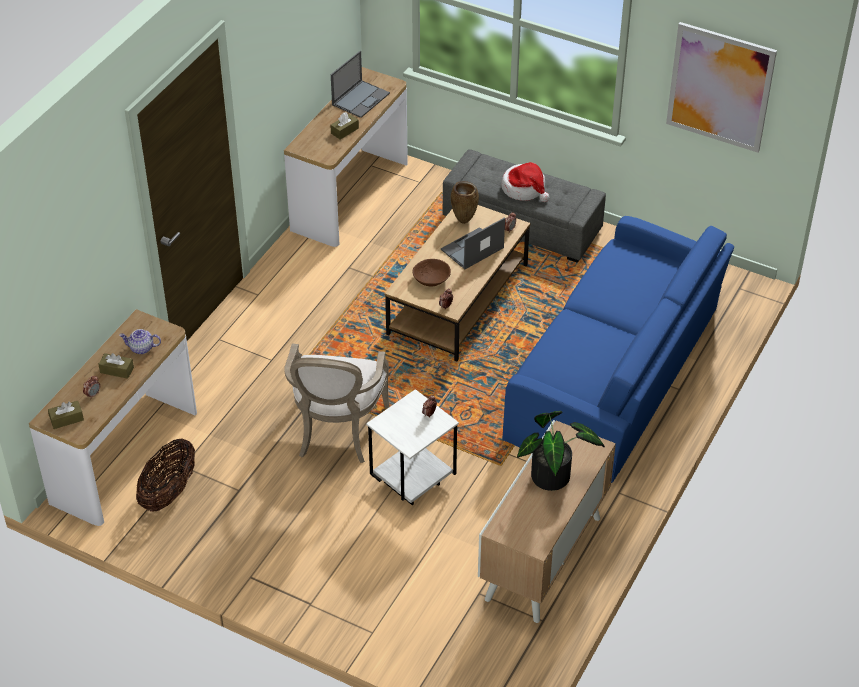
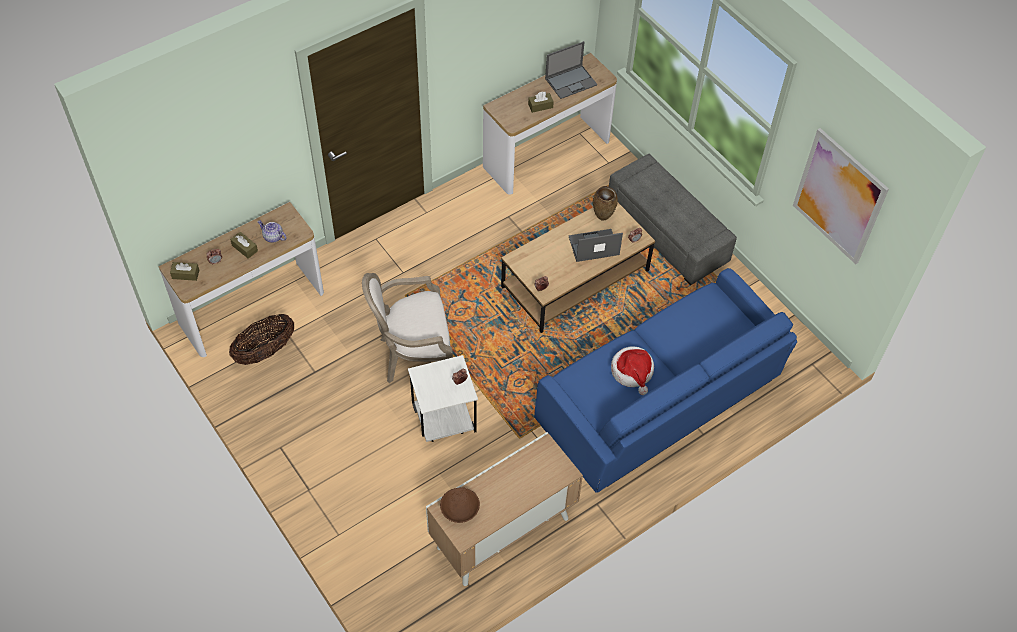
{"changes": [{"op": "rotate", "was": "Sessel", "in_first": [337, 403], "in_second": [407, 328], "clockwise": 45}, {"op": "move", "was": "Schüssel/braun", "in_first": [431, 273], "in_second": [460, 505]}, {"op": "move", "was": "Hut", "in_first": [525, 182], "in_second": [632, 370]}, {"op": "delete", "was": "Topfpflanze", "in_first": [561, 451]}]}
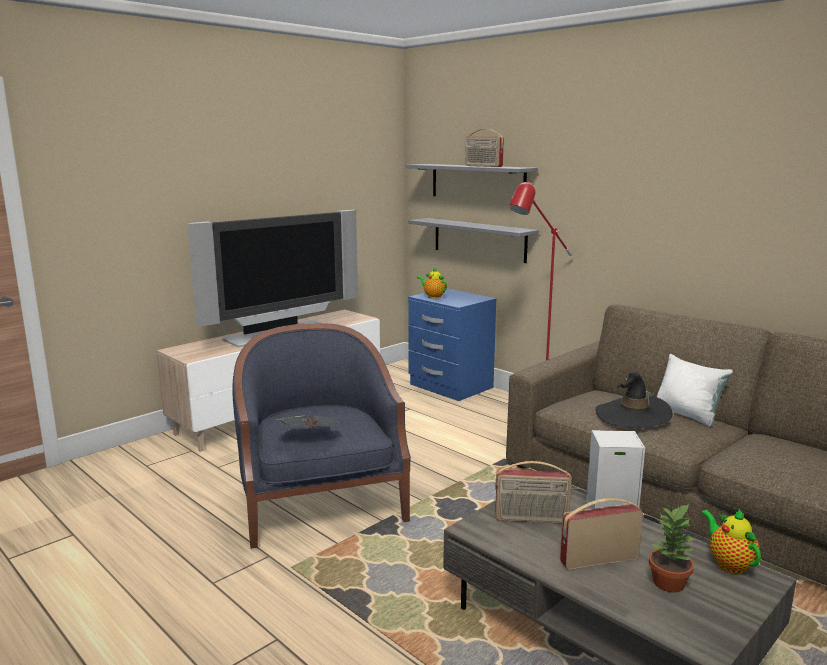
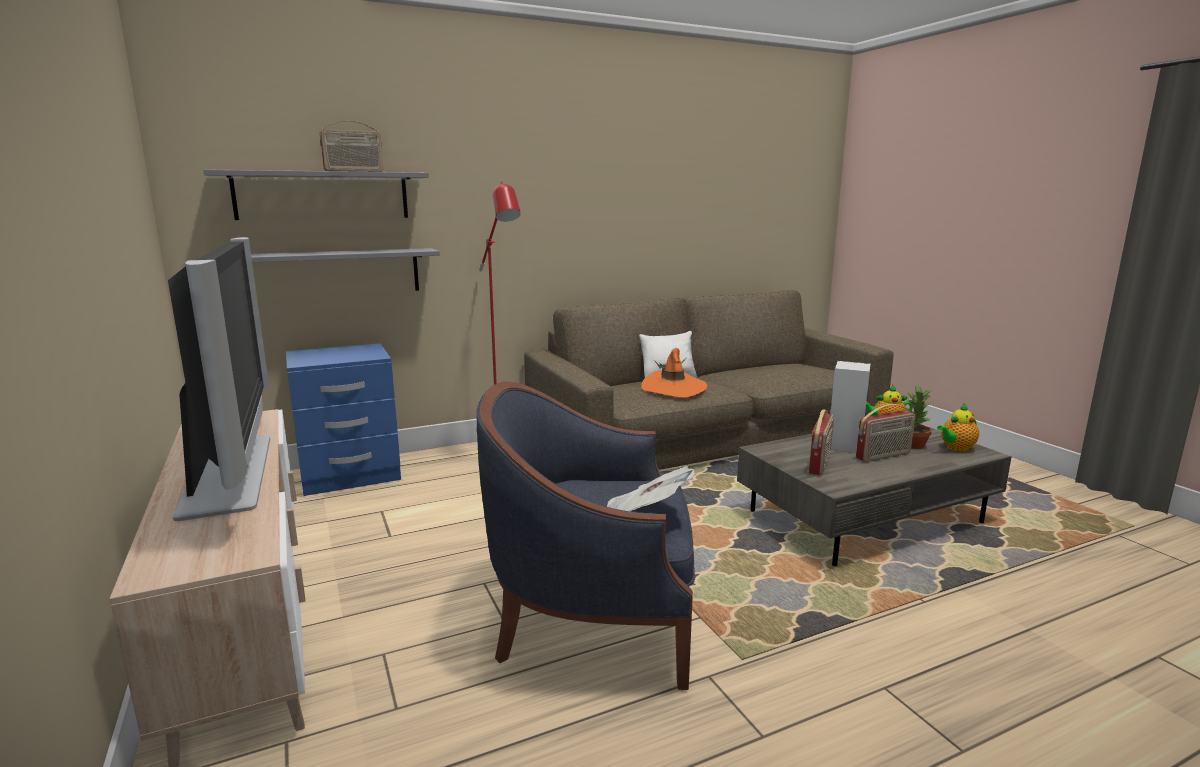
{"changes": [{"op": "recolor", "was": "Hut/schwarz", "now": "Hut/orange", "in_first": [633, 400], "in_second": [674, 372]}, {"op": "rotate", "was": "Radio", "in_first": [601, 534], "in_second": [885, 433], "clockwise": -120}, {"op": "move", "was": "Teekanne", "in_first": [432, 282], "in_second": [958, 428]}]}
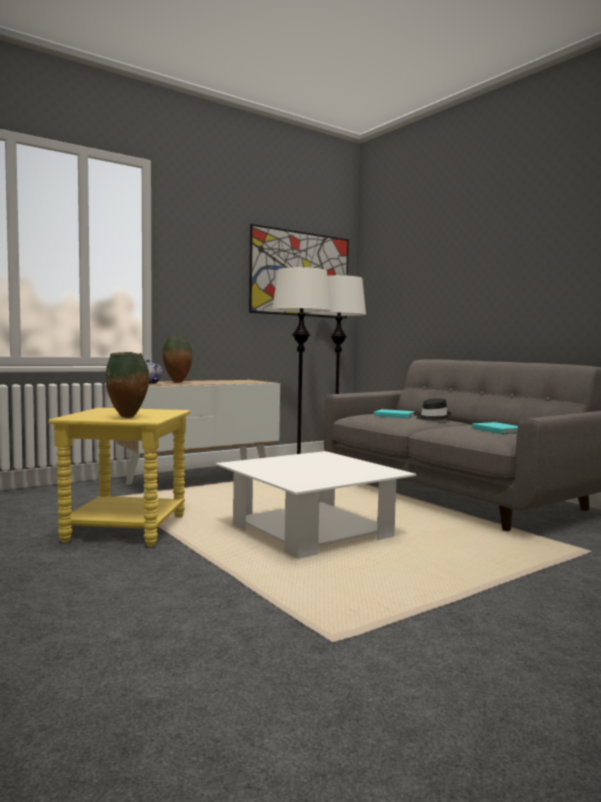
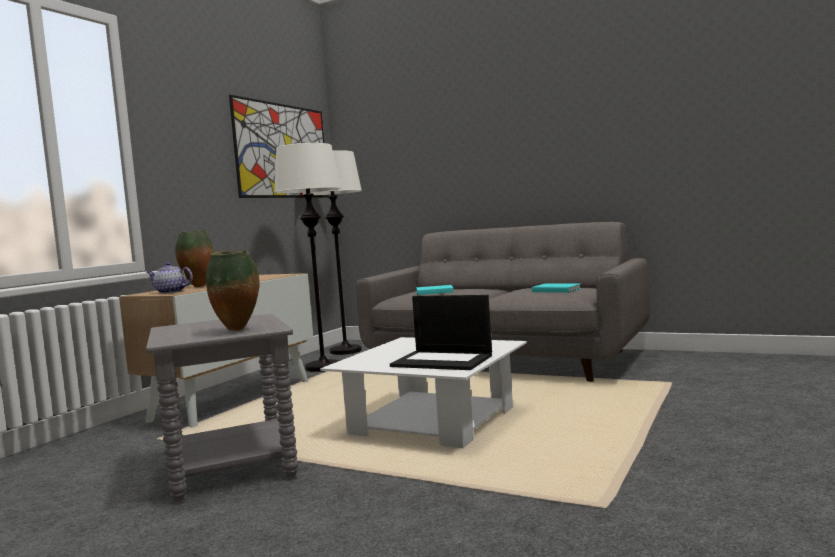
{"changes": [{"op": "recolor", "was": "Beistelltisch/gelb", "now": "Beistelltisch/grau", "in_first": [119, 477], "in_second": [222, 408]}, {"op": "insert", "now": "Laptop", "in_second": [441, 332]}, {"op": "delete", "was": "Hut/schwarz", "in_first": [433, 409]}]}
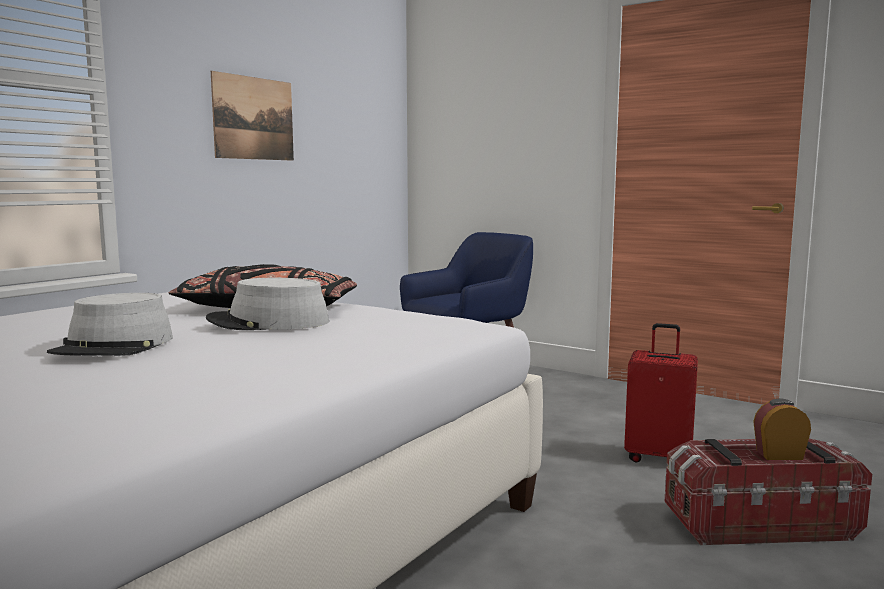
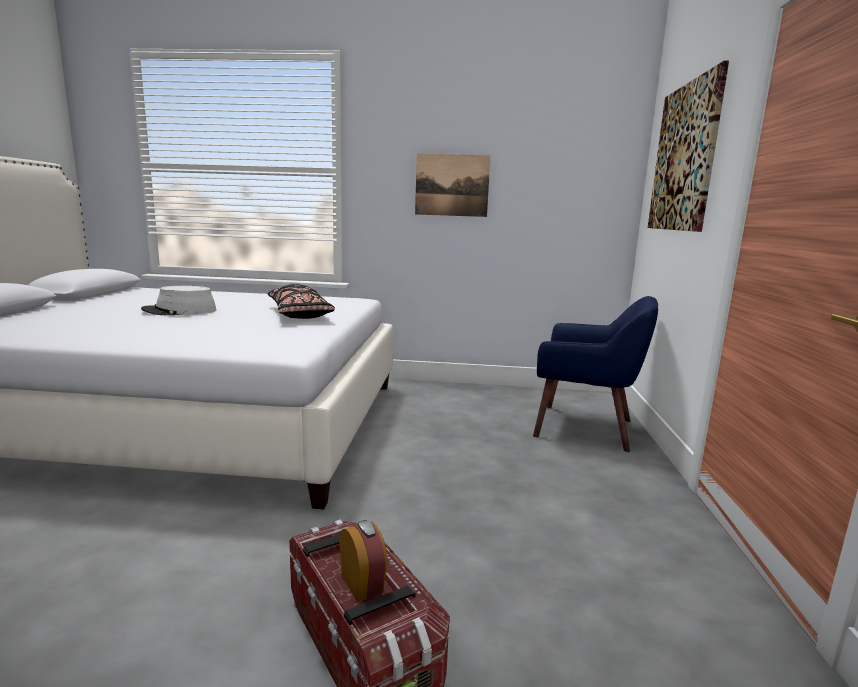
{"changes": [{"op": "insert", "now": "Bild", "in_second": [688, 146]}, {"op": "delete", "was": "Hut/grau", "in_first": [267, 304]}, {"op": "delete", "was": "Koffer/rot", "in_first": [661, 392]}]}
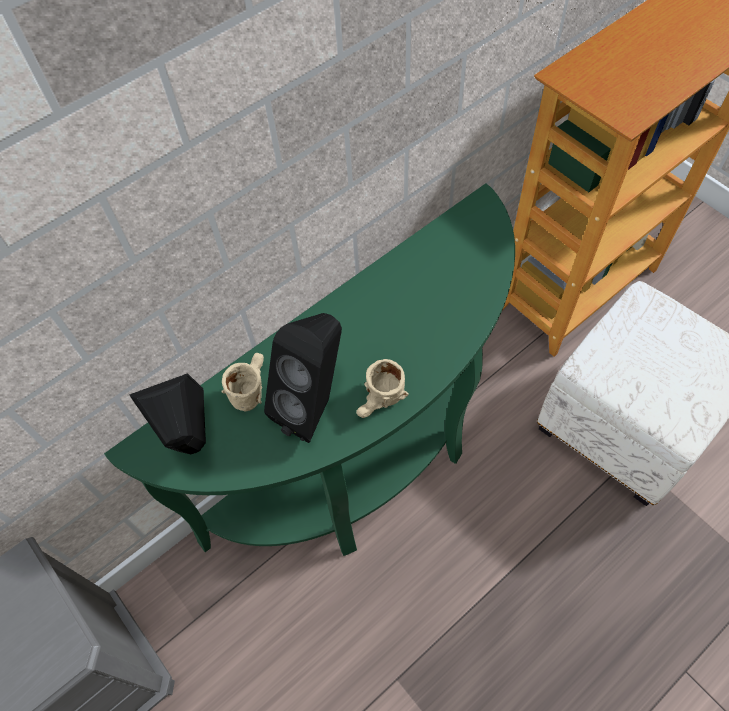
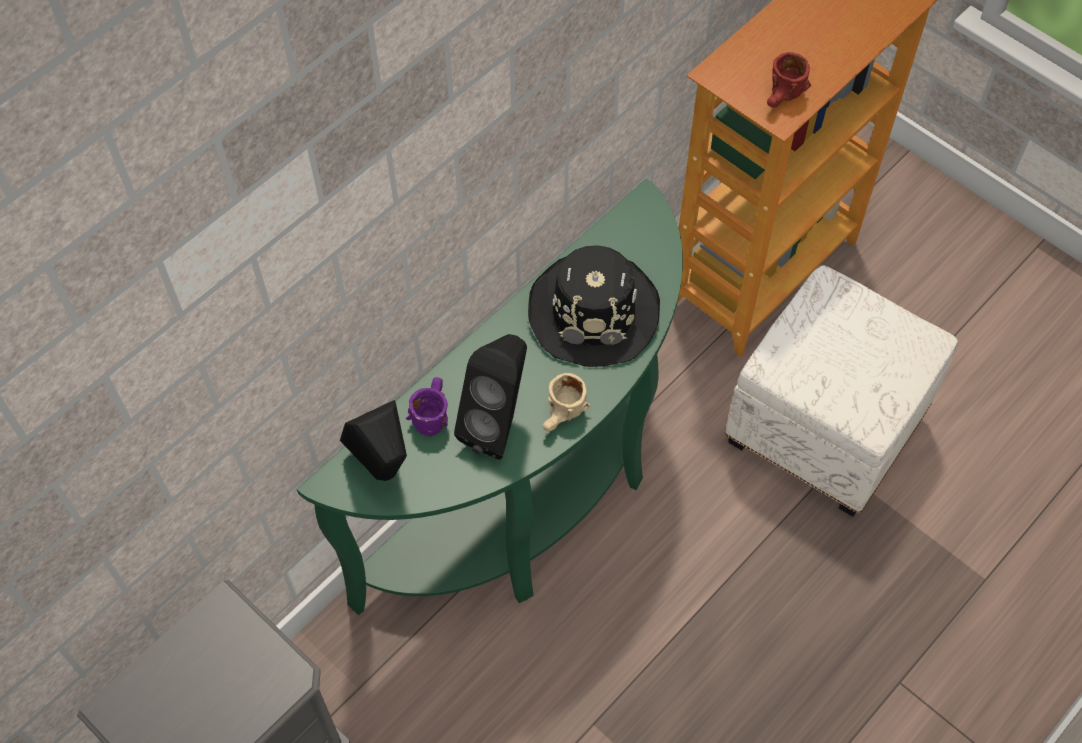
{"changes": [{"op": "recolor", "was": "Henkelbecher/beige", "now": "Henkelbecher/lila", "in_first": [242, 382], "in_second": [427, 406]}, {"op": "insert", "now": "Hut/schwarz", "in_second": [594, 306]}, {"op": "insert", "now": "Henkelbecher/rot", "in_second": [789, 79]}]}
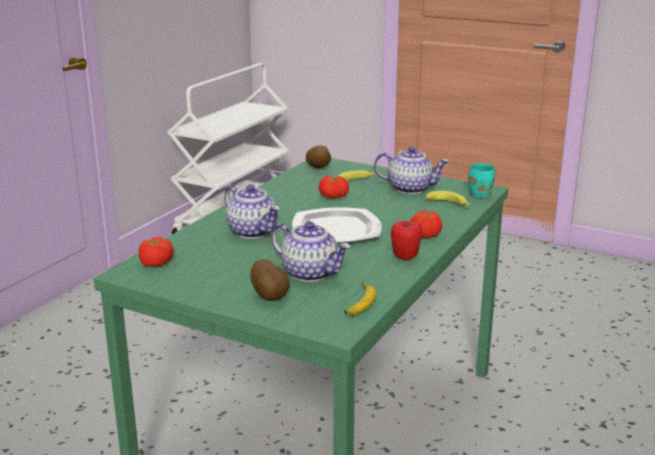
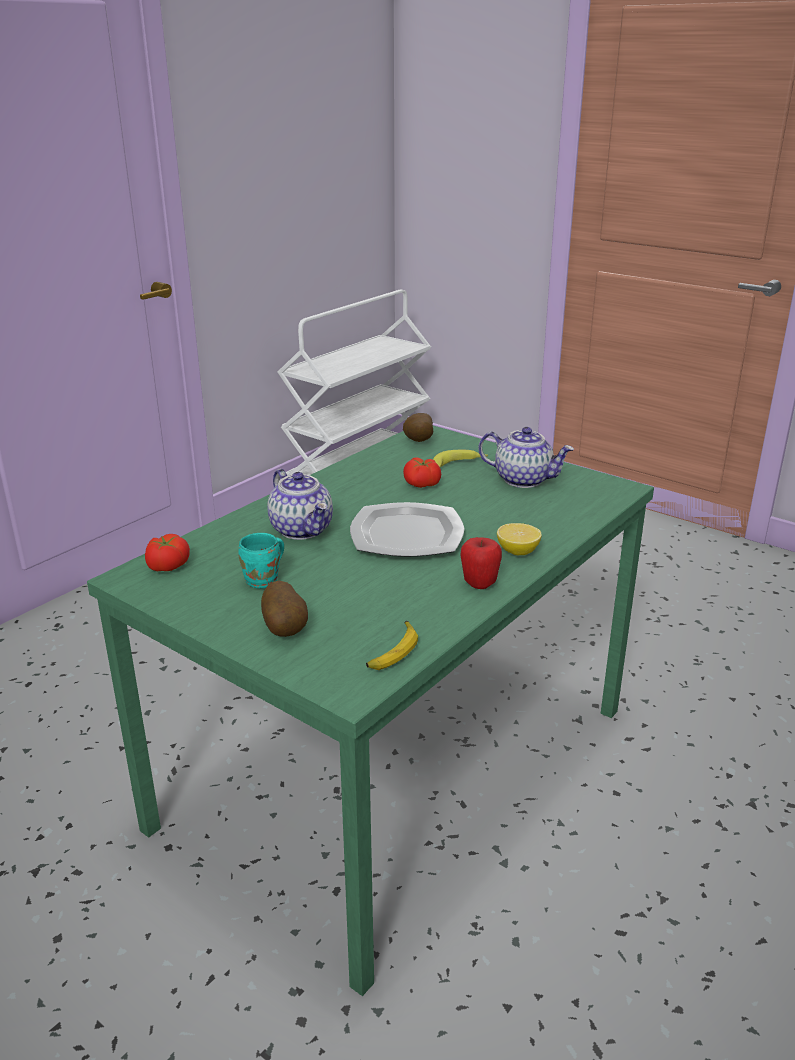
{"changes": [{"op": "move", "was": "Henkelbecher/türkis", "in_first": [481, 180], "in_second": [261, 561]}, {"op": "replace", "was": "Tomate", "now": "Zitrone", "in_first": [426, 224], "in_second": [519, 539]}, {"op": "delete", "was": "Teekanne", "in_first": [310, 251]}, {"op": "delete", "was": "Banane", "in_first": [448, 198]}]}
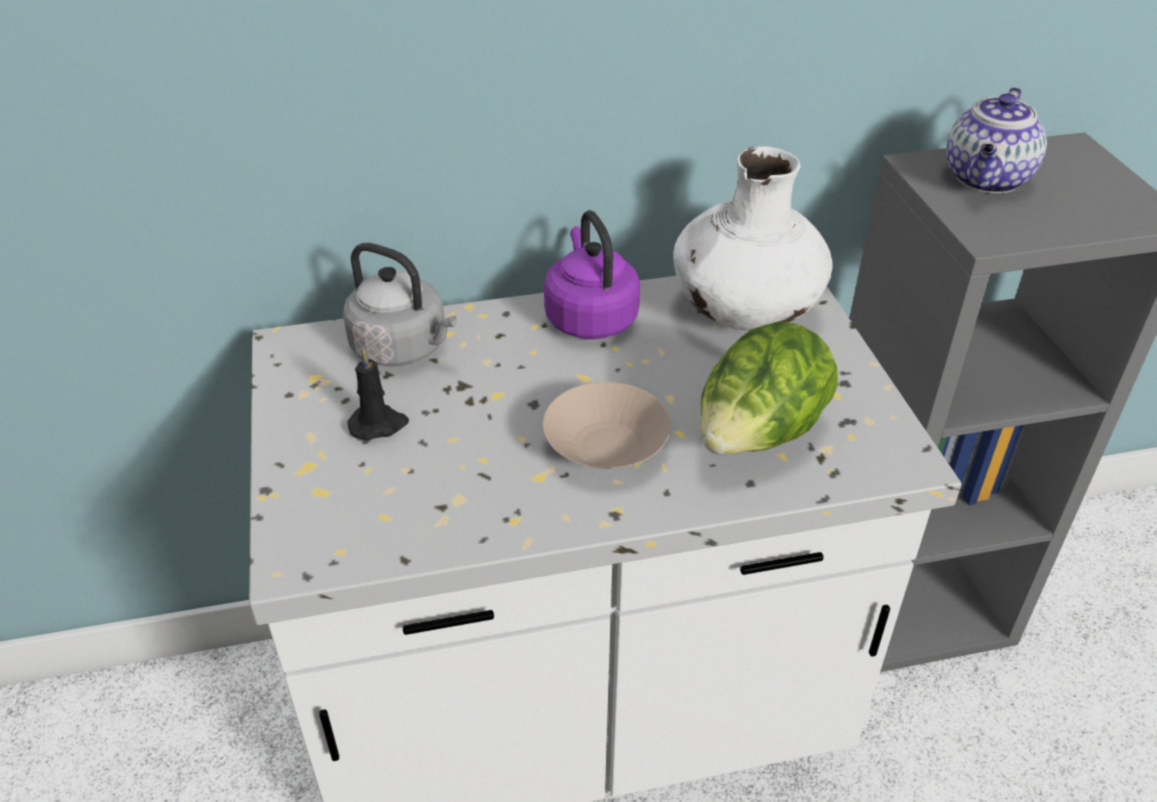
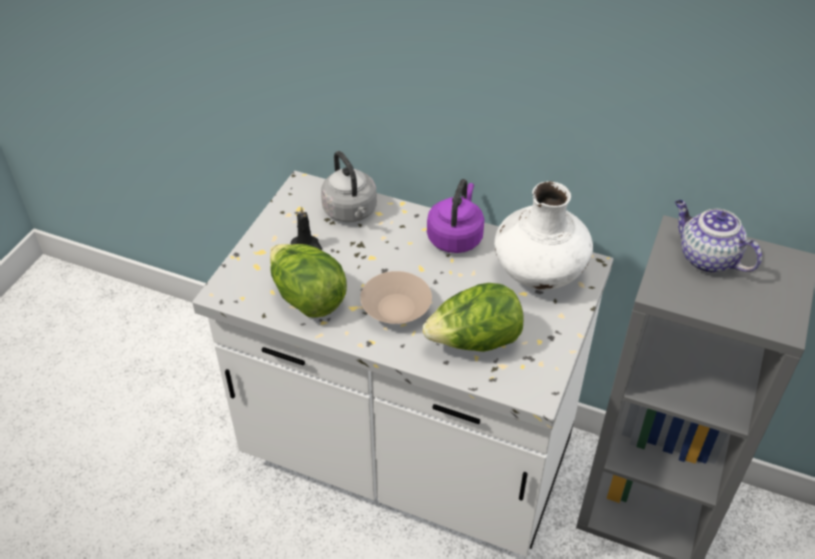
{"changes": [{"op": "insert", "now": "Salatkopf", "in_second": [308, 280]}, {"op": "rotate", "was": "Teekanne", "in_first": [997, 140], "in_second": [718, 236], "clockwise": 75}]}
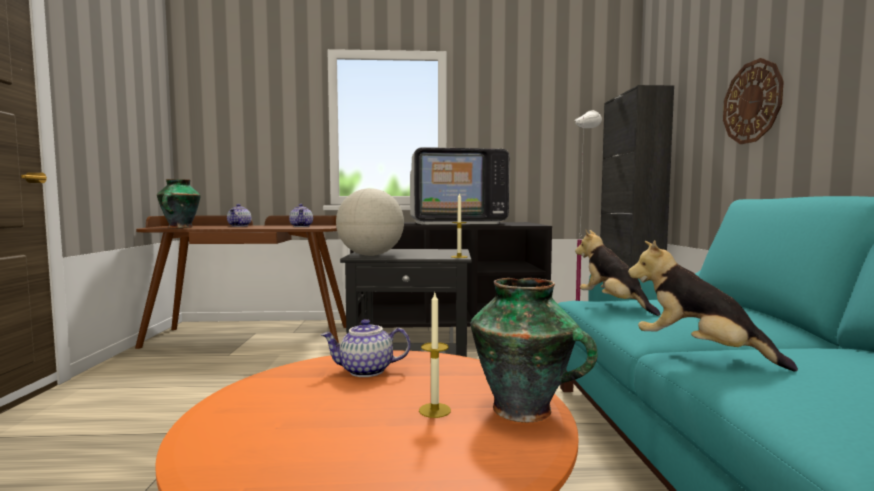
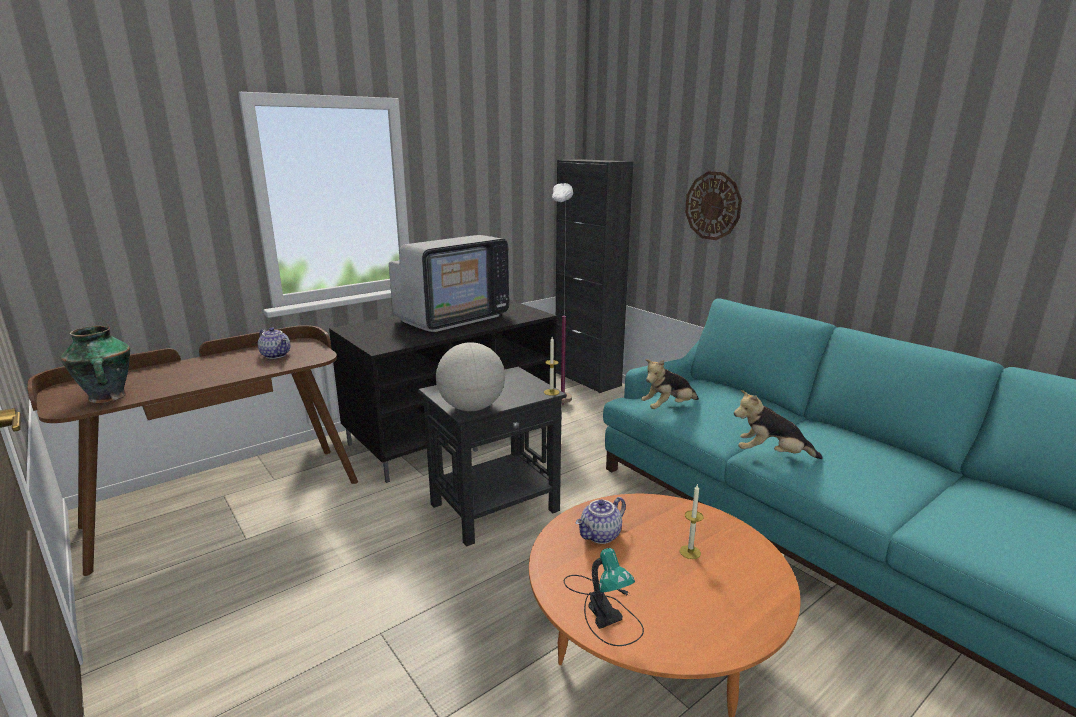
{"changes": [{"op": "insert", "now": "Tischlampe", "in_second": [604, 597]}, {"op": "rotate", "was": "Plüschtier", "in_first": [617, 273], "in_second": [670, 384], "clockwise": -60}, {"op": "delete", "was": "Teekanne", "in_first": [239, 215]}, {"op": "delete", "was": "Vase", "in_first": [534, 350]}]}
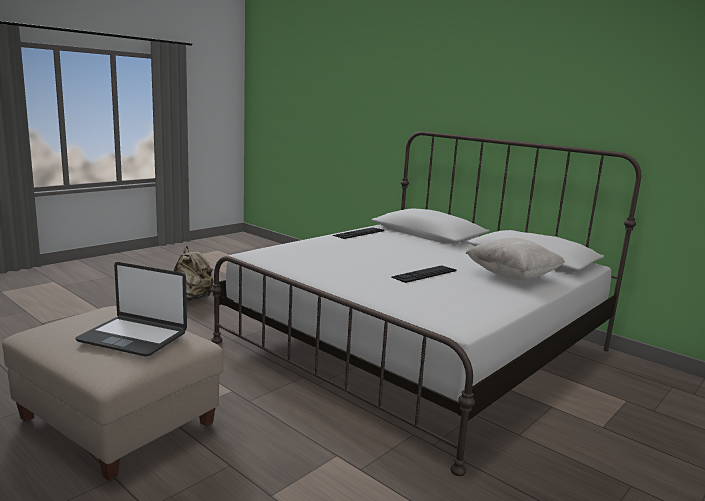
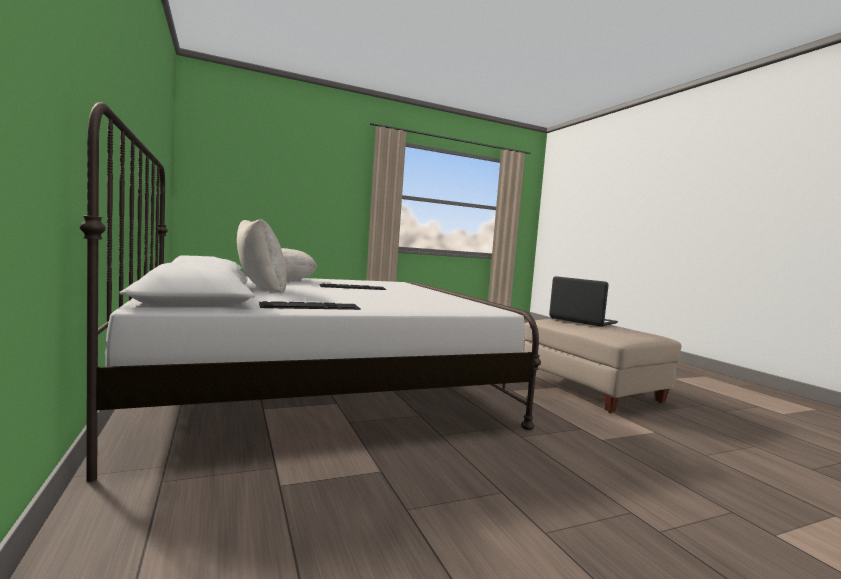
{"changes": [{"op": "insert", "now": "Kissen/beige", "in_second": [262, 256]}, {"op": "delete", "was": "Rucksack/beige", "in_first": [194, 273]}]}
